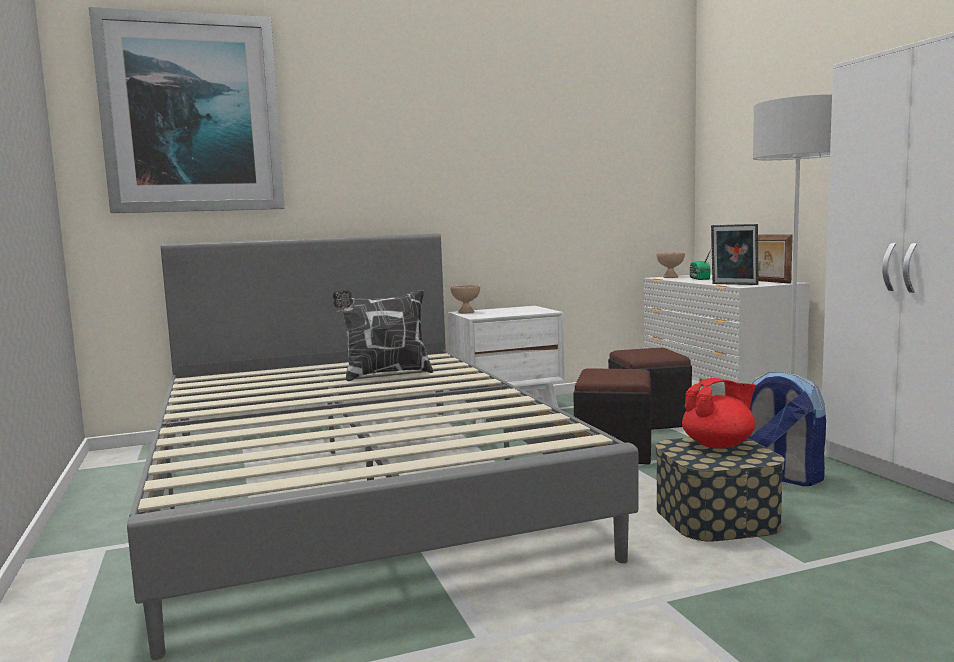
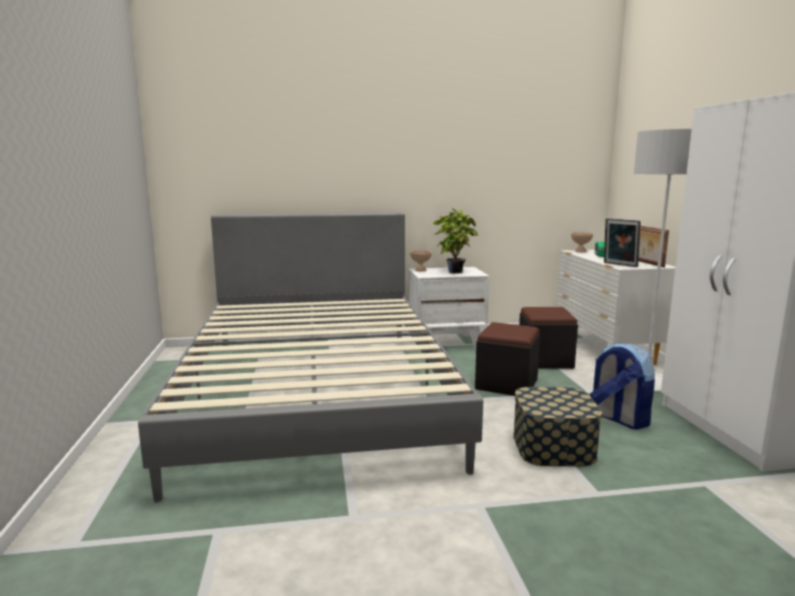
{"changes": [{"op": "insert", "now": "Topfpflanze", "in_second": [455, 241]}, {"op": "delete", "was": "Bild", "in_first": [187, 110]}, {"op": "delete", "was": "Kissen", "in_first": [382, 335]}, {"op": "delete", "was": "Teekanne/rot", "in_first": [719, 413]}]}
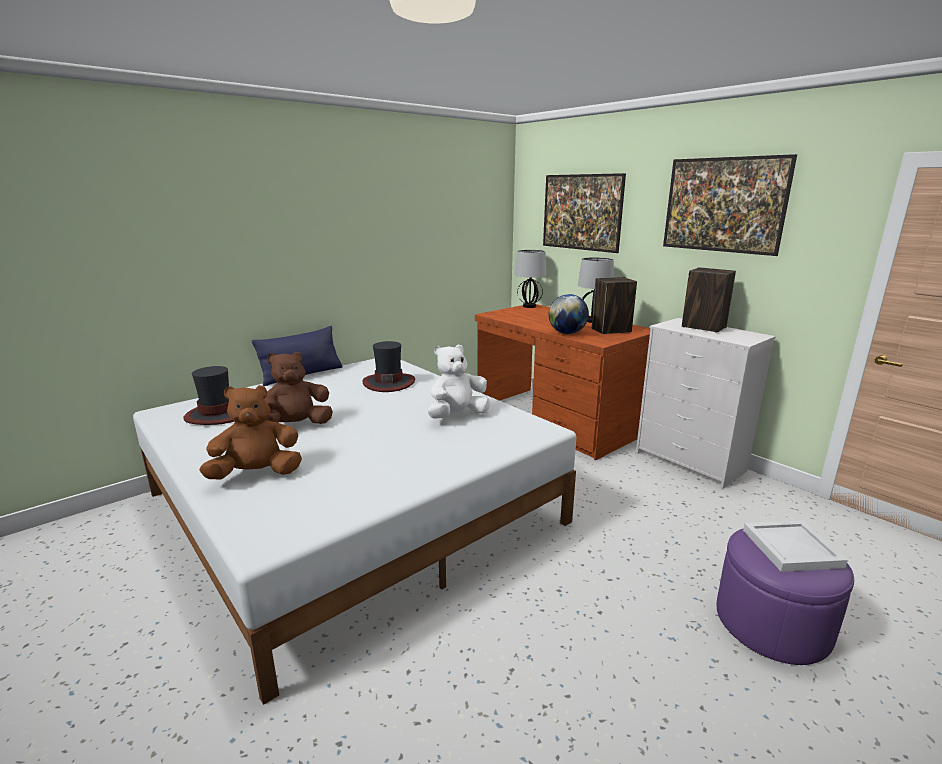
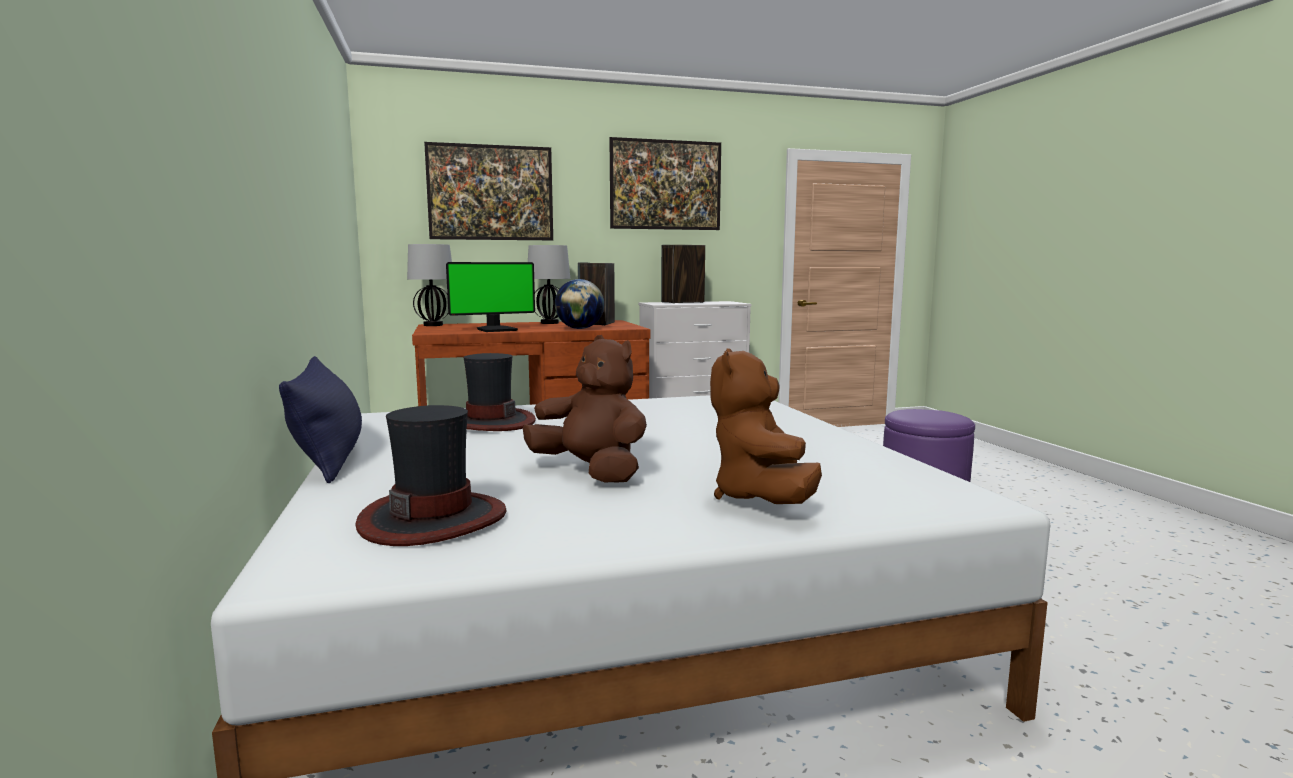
{"changes": [{"op": "insert", "now": "Monitor", "in_second": [490, 297]}, {"op": "rotate", "was": "Plüschtier/braun", "in_first": [298, 388], "in_second": [585, 409], "clockwise": 135}, {"op": "delete", "was": "Plüschtier/weiß", "in_first": [459, 381]}, {"op": "delete", "was": "Tablett/weiß", "in_first": [795, 546]}]}
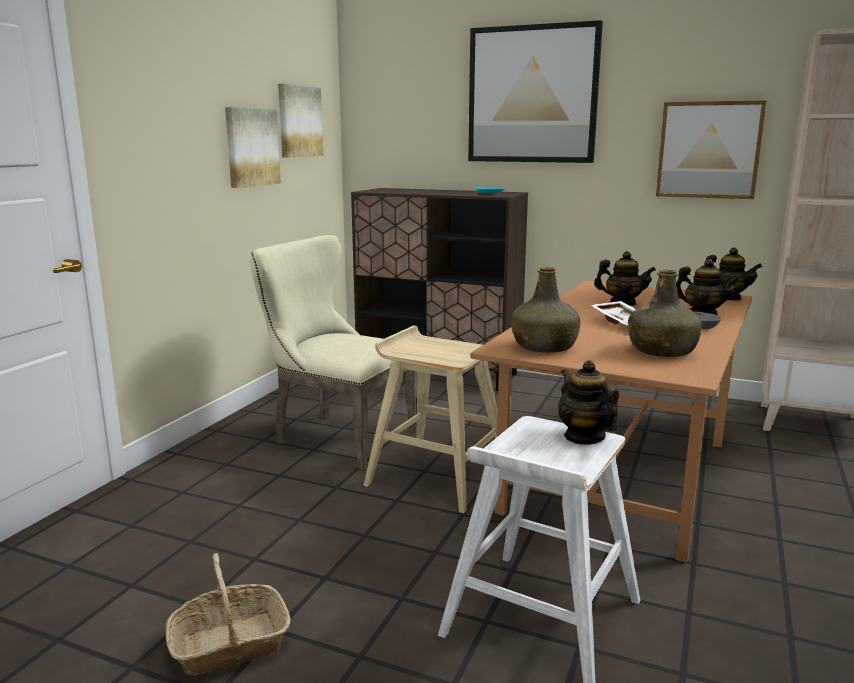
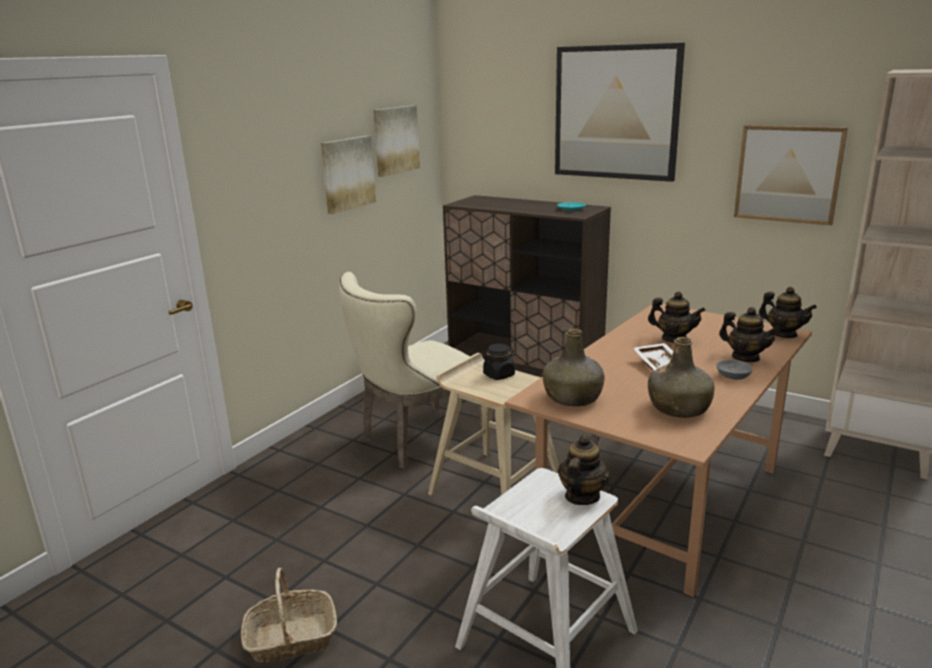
{"changes": [{"op": "rotate", "was": "Stuhl/beige", "in_first": [334, 353], "in_second": [411, 370], "clockwise": -75}, {"op": "insert", "now": "Vorratsglas/schwarz", "in_second": [499, 362]}, {"op": "rotate", "was": "Teekanne", "in_first": [588, 402], "in_second": [584, 470], "clockwise": 45}]}
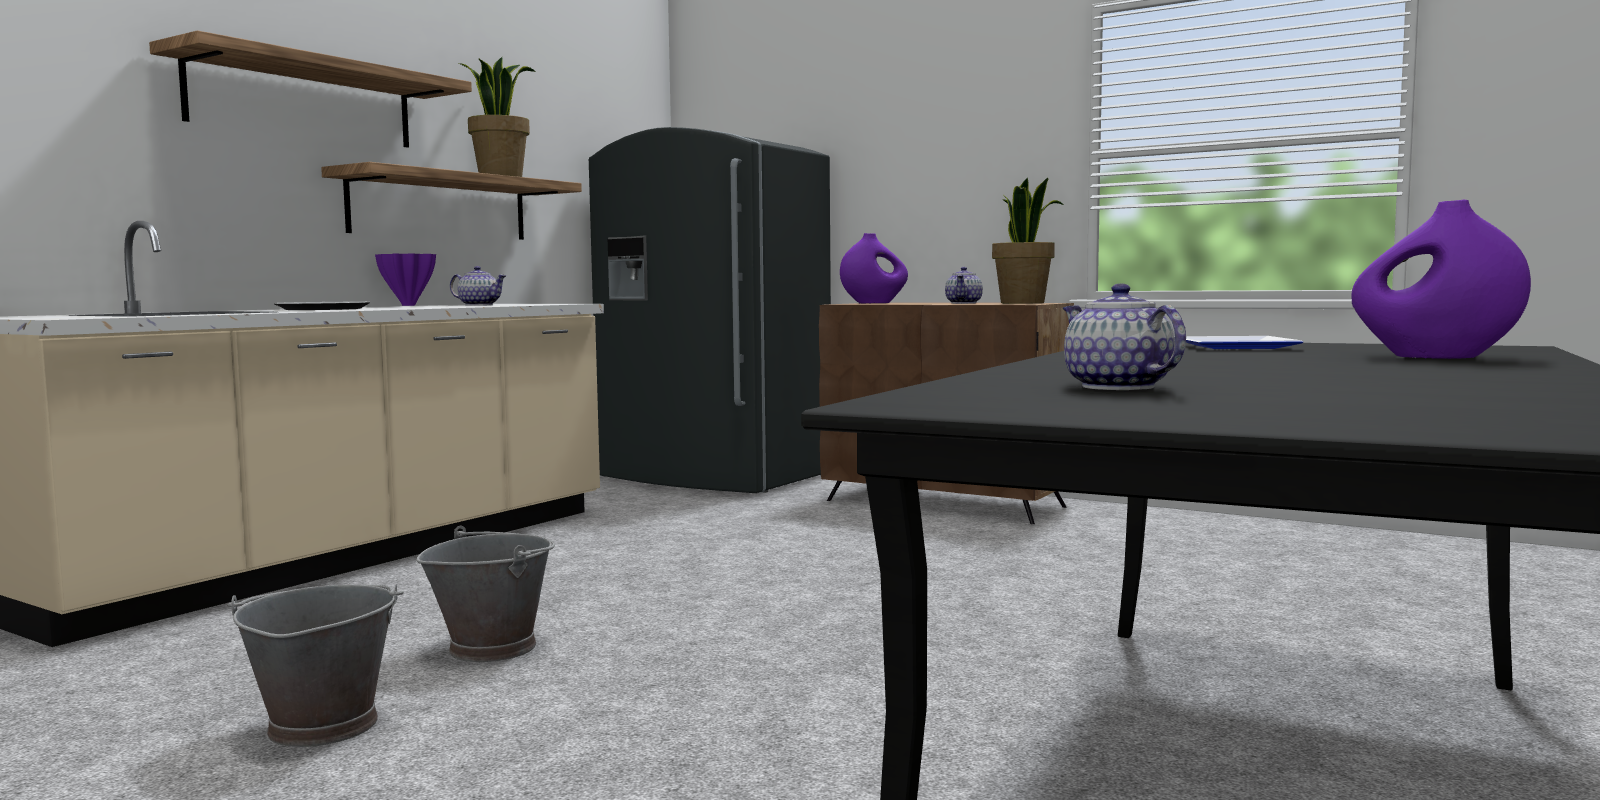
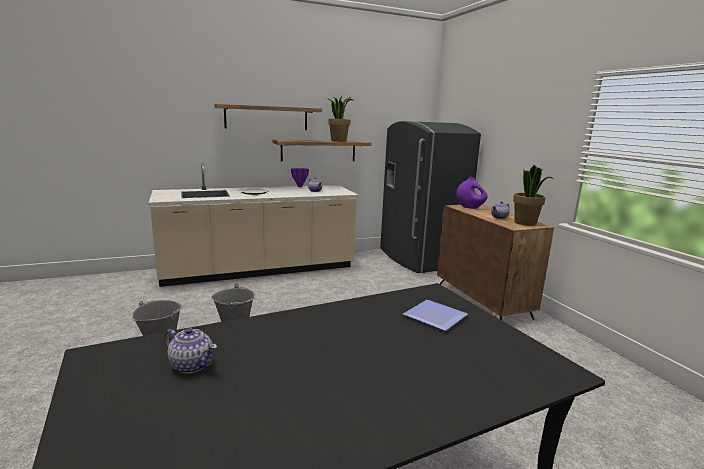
{"changes": [{"op": "rotate", "was": "Teekanne", "in_first": [1124, 336], "in_second": [190, 351], "clockwise": 105}, {"op": "delete", "was": "Vase/lila", "in_first": [1441, 279]}]}
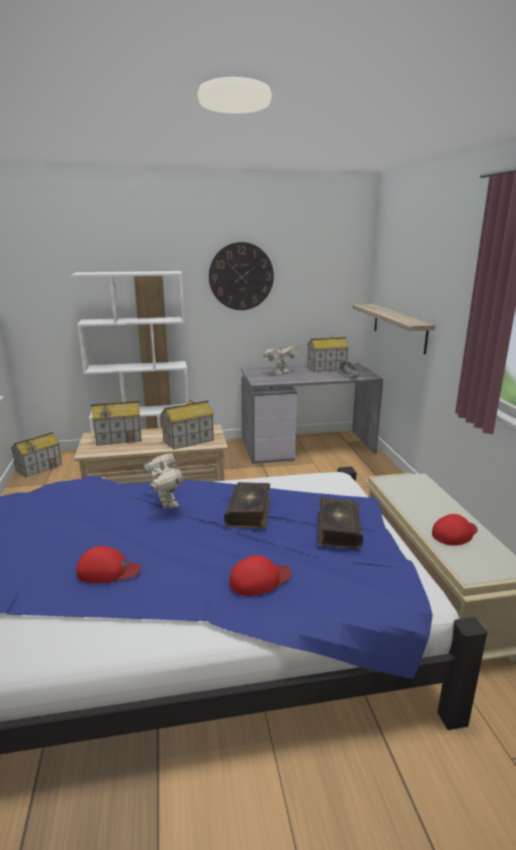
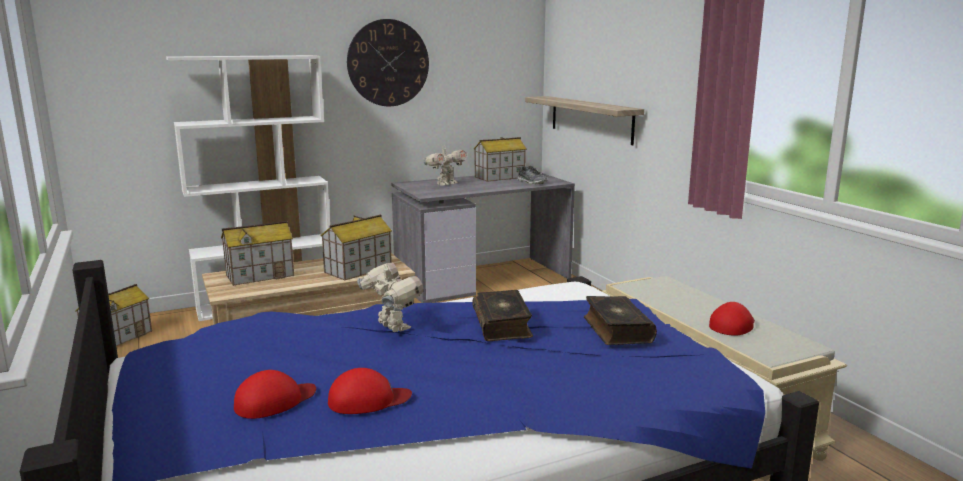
{"changes": [{"op": "move", "was": "Kappe/rot", "in_first": [260, 576], "in_second": [275, 394]}]}
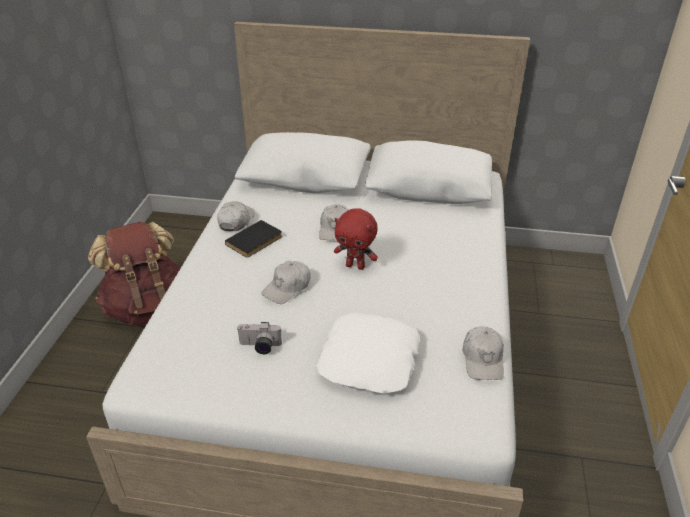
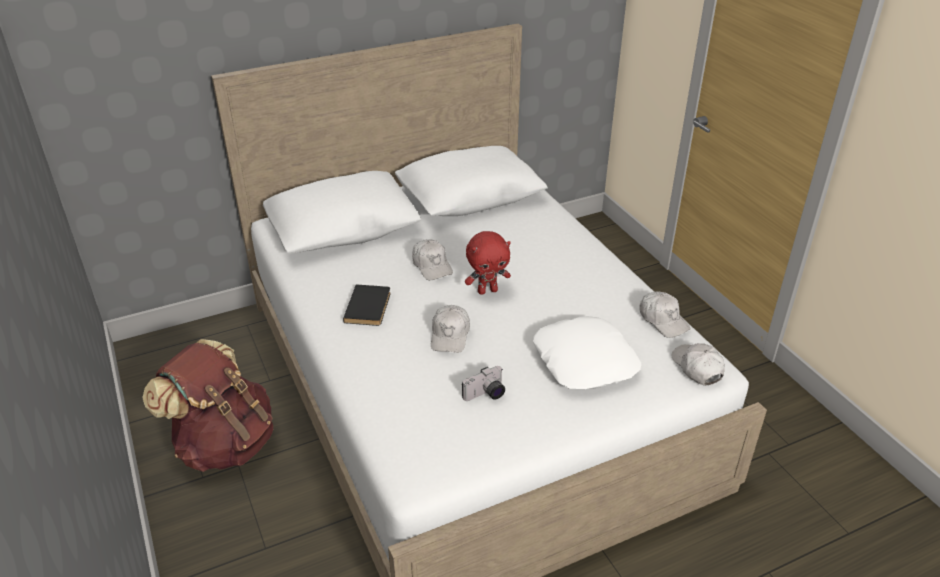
{"changes": [{"op": "move", "was": "Kappe/weiß", "in_first": [236, 216], "in_second": [698, 364]}]}
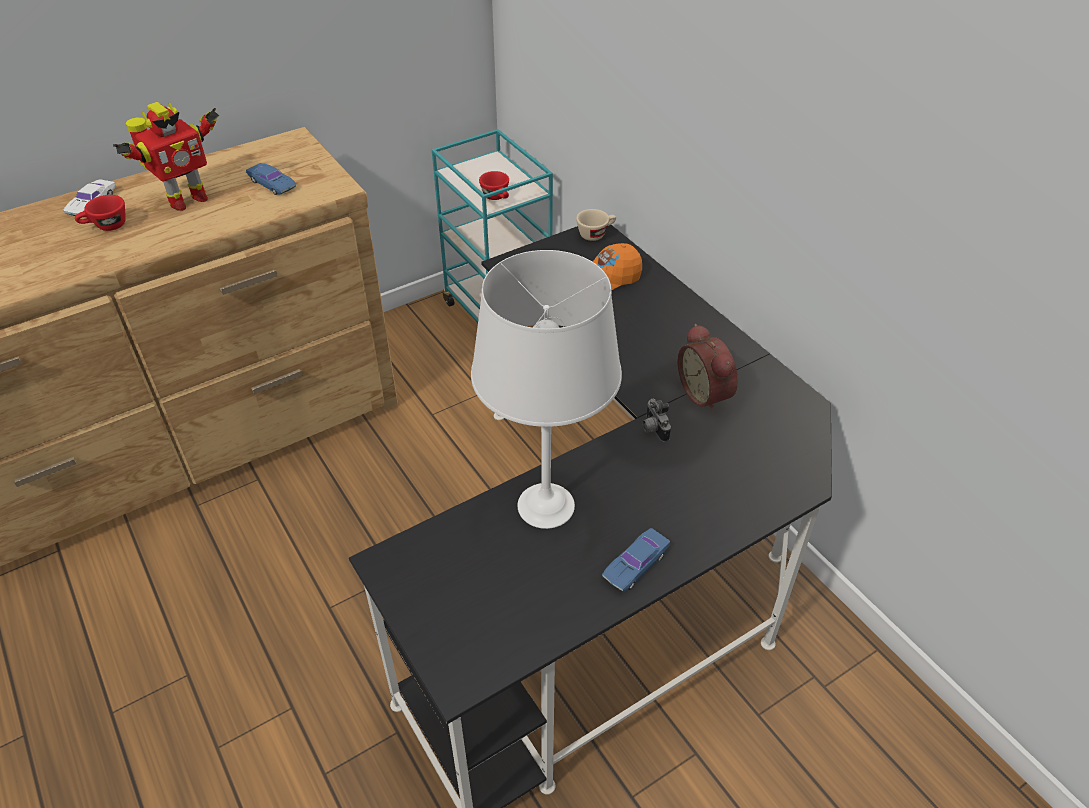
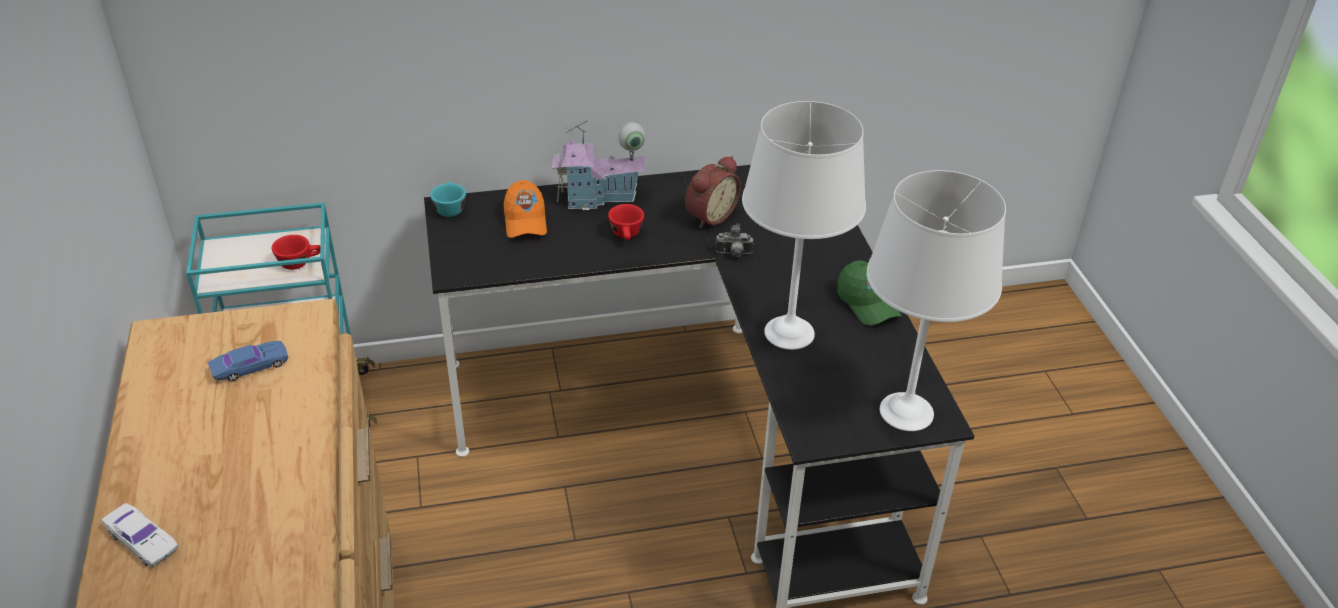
{"changes": [{"op": "recolor", "was": "Tasse/beige", "now": "Tasse/türkis", "in_first": [596, 225], "in_second": [448, 199]}, {"op": "insert", "now": "Spielzeughaus", "in_second": [598, 165]}, {"op": "move", "was": "Tasse/rot", "in_first": [100, 213], "in_second": [626, 222]}, {"op": "rotate", "was": "Wecker", "in_first": [708, 368], "in_second": [713, 192], "clockwise": -45}, {"op": "replace", "was": "Spielzeugauto/blau", "now": "Kappe/grün", "in_first": [636, 560], "in_second": [869, 292]}, {"op": "insert", "now": "Tischlampe/weiß", "in_second": [936, 300]}, {"op": "delete", "was": "Spielzeugroboter", "in_first": [166, 156]}]}
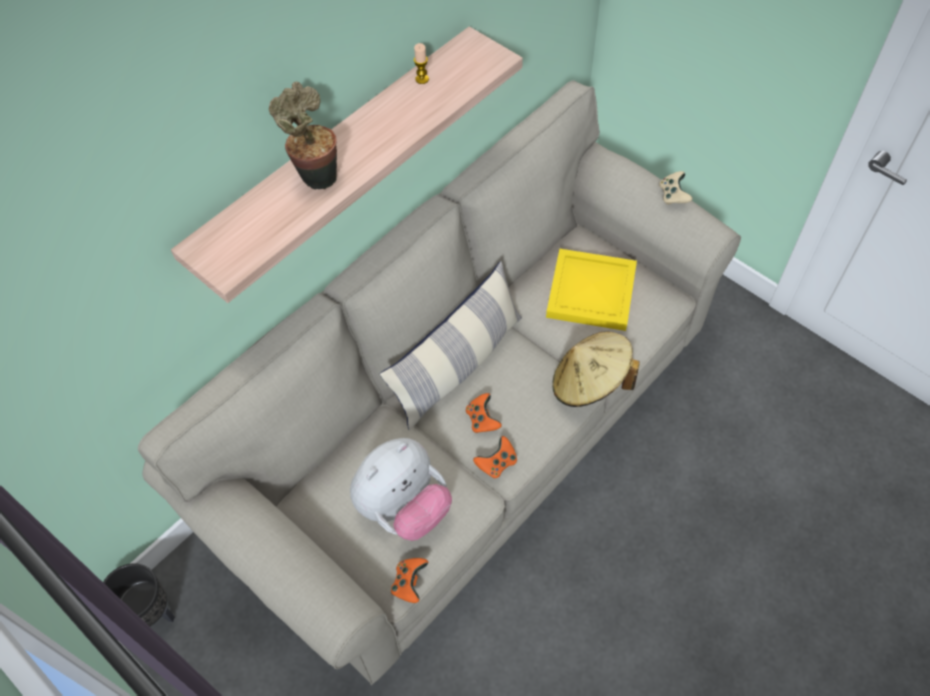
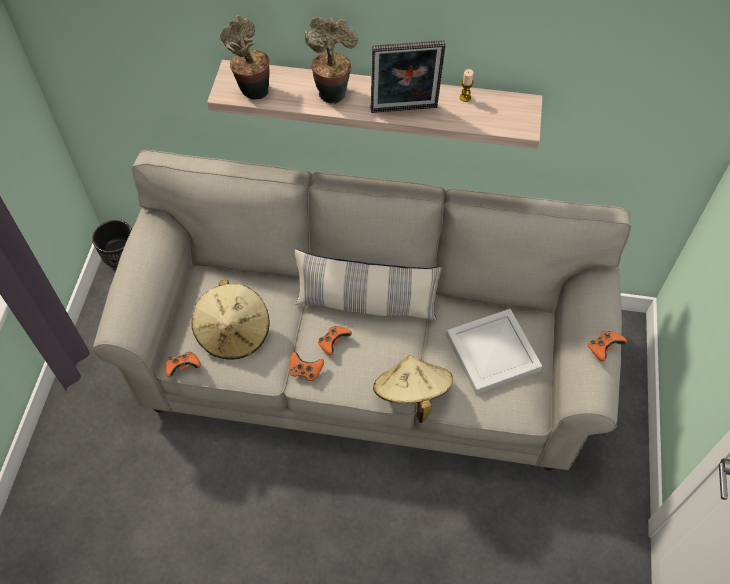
{"changes": [{"op": "replace", "was": "Plüschtier", "now": "Hut/beige", "in_first": [401, 489], "in_second": [230, 320]}, {"op": "insert", "now": "Topfpflanze", "in_second": [245, 57]}, {"op": "insert", "now": "Bilderrahmen", "in_second": [408, 76]}, {"op": "recolor", "was": "Tablett/gelb", "now": "Tablett/weiß", "in_first": [591, 290], "in_second": [494, 351]}, {"op": "recolor", "was": "Gamepad/beige", "now": "Gamepad/orange", "in_first": [675, 188], "in_second": [607, 346]}]}
